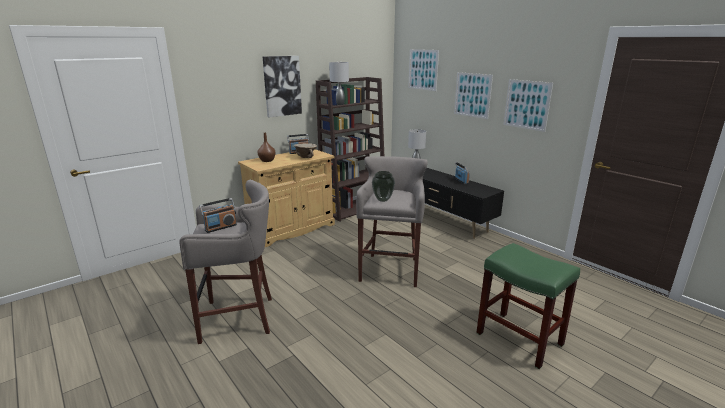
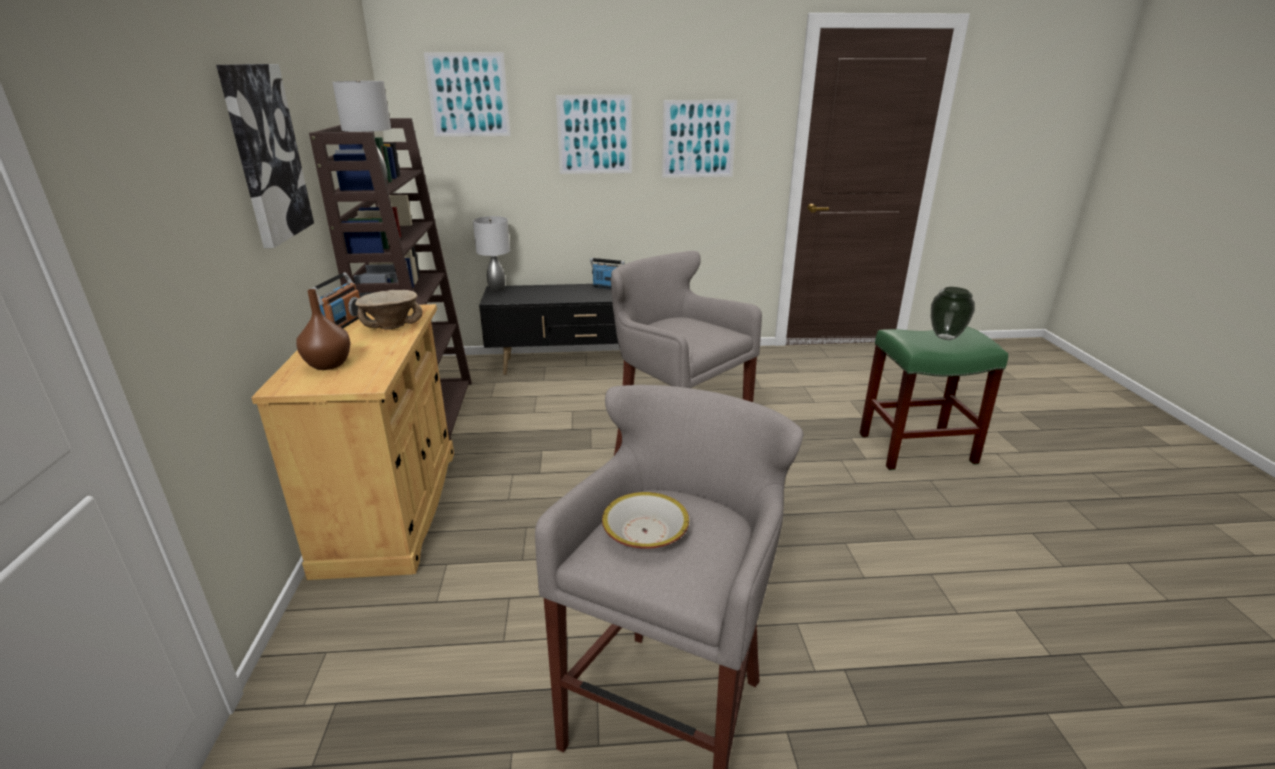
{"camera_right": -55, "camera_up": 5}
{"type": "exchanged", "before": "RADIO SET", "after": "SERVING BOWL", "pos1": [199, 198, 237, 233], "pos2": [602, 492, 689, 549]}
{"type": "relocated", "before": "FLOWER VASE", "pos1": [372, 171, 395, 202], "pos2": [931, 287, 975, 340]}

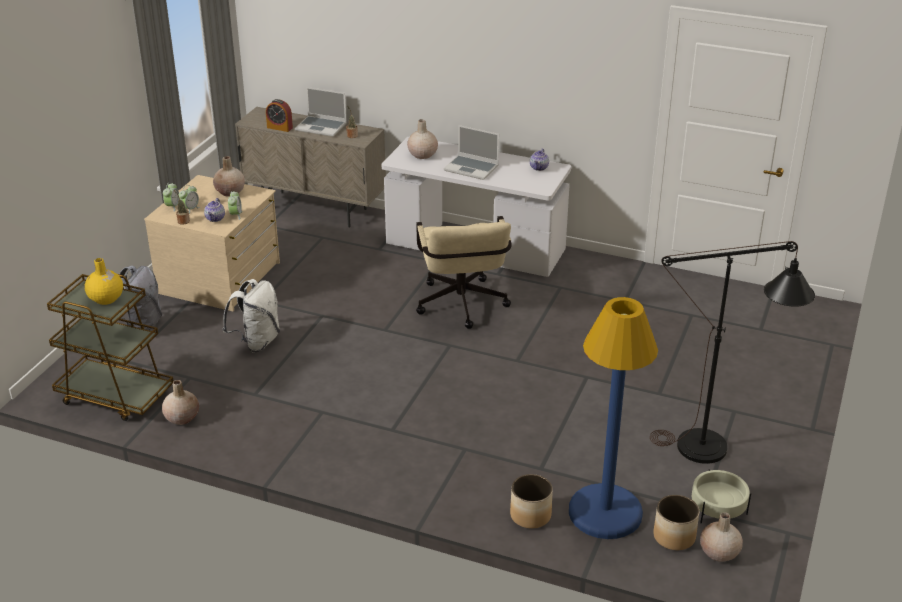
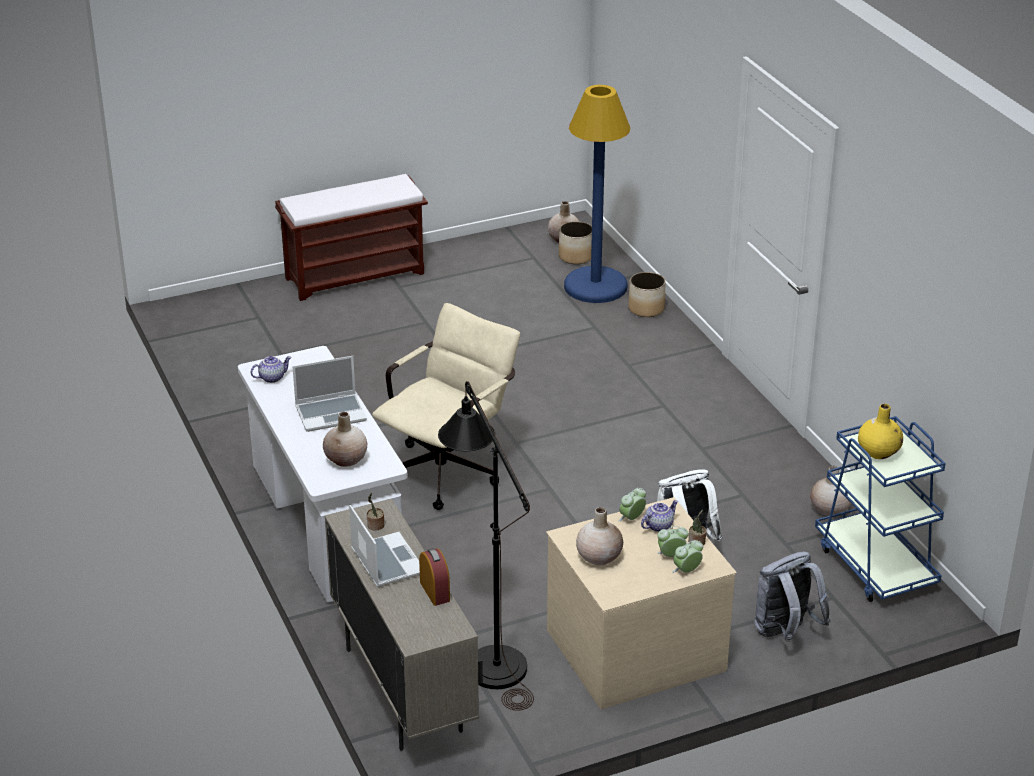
{"camera_right": -135, "camera_up": 0}
{"type": "colour", "before": "BROWN WHEELED CART", "after": "BLUISH WHEELED CART", "pos1": [47, 274, 174, 421], "pos2": [815, 416, 946, 602]}
{"type": "spun", "before": "LAPTOP", "pos1": [444, 125, 499, 180], "pos2": [292, 356, 367, 432], "turn": 90}
{"type": "relocated", "before": "BLACK FLOOR LAMP", "pos1": [650, 241, 815, 464], "pos2": [438, 381, 534, 711]}
{"type": "missing", "before": "BEIGE-COLOURED FLOWER POT", "pos1": [692, 469, 751, 523]}
{"type": "appeared", "after": "BROWN LONG SEAT", "pos2": [275, 174, 428, 301]}

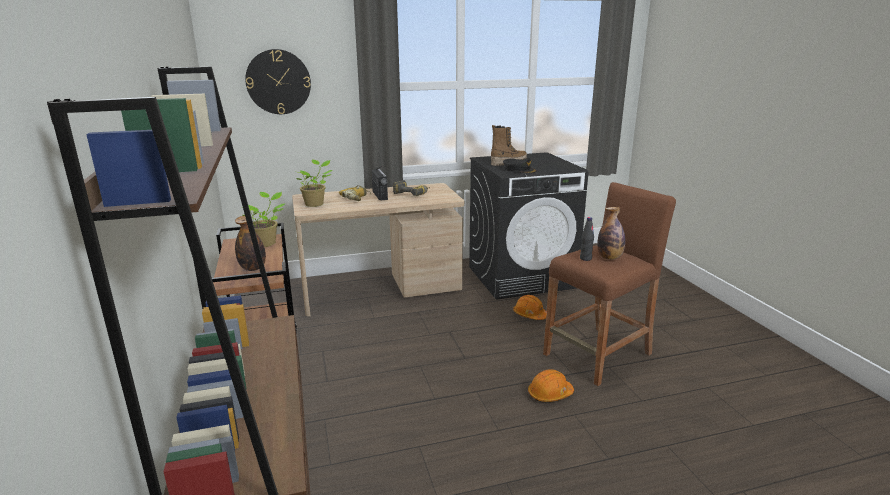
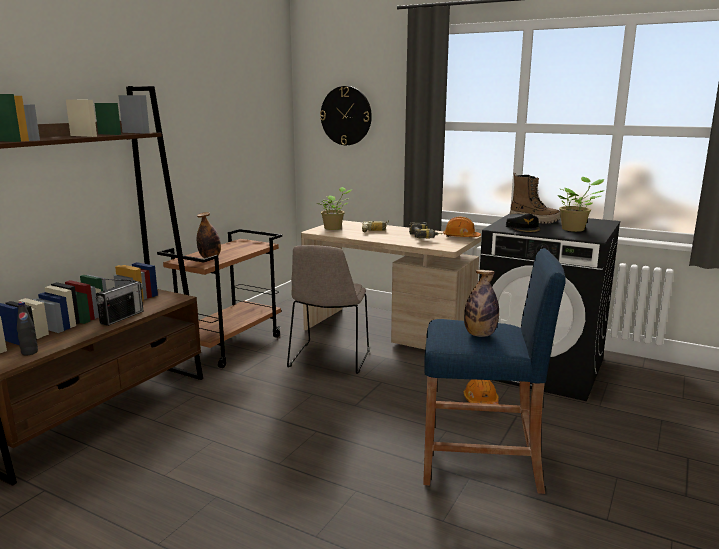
{"camera_right": 45, "camera_up": -5}
{"type": "relocated", "before": "HOUSEPLANT", "pos1": [243, 192, 286, 247], "pos2": [557, 177, 604, 232]}
{"type": "relocated", "before": "RADIO SET", "pos1": [372, 166, 388, 200], "pos2": [95, 279, 144, 326]}
{"type": "relocated", "before": "ORANGEY WORK HELMET", "pos1": [528, 369, 574, 402], "pos2": [443, 217, 481, 237]}
{"type": "colour", "before": "BROWN STOOL", "after": "BLUISH STOOL", "pos1": [543, 182, 676, 386], "pos2": [423, 248, 566, 494]}
{"type": "relocated", "before": "BLACK DRINK BOTTLE", "pos1": [580, 217, 594, 261], "pos2": [17, 302, 38, 355]}
{"type": "appeared", "after": "BEIGE-COLOURED CHAIR", "pos2": [287, 245, 369, 374]}

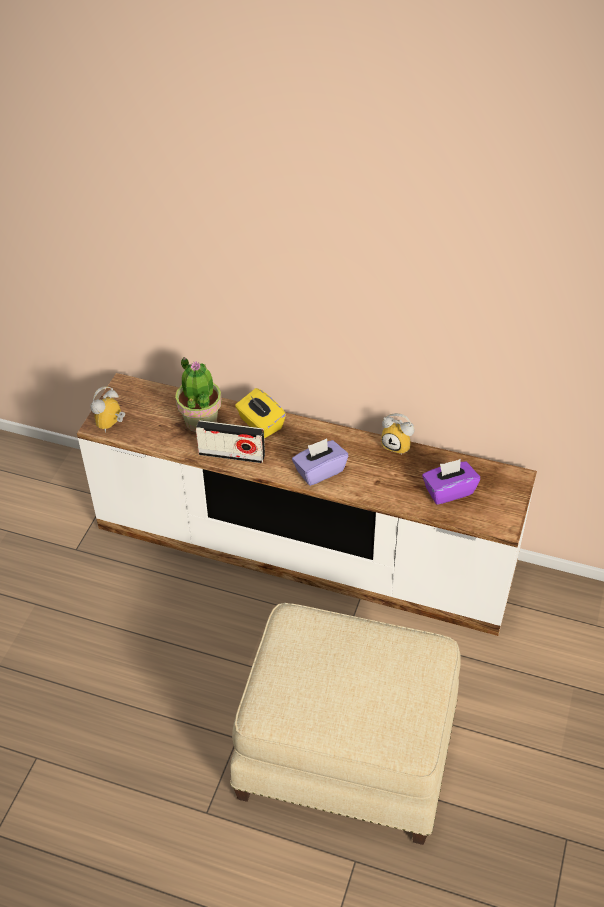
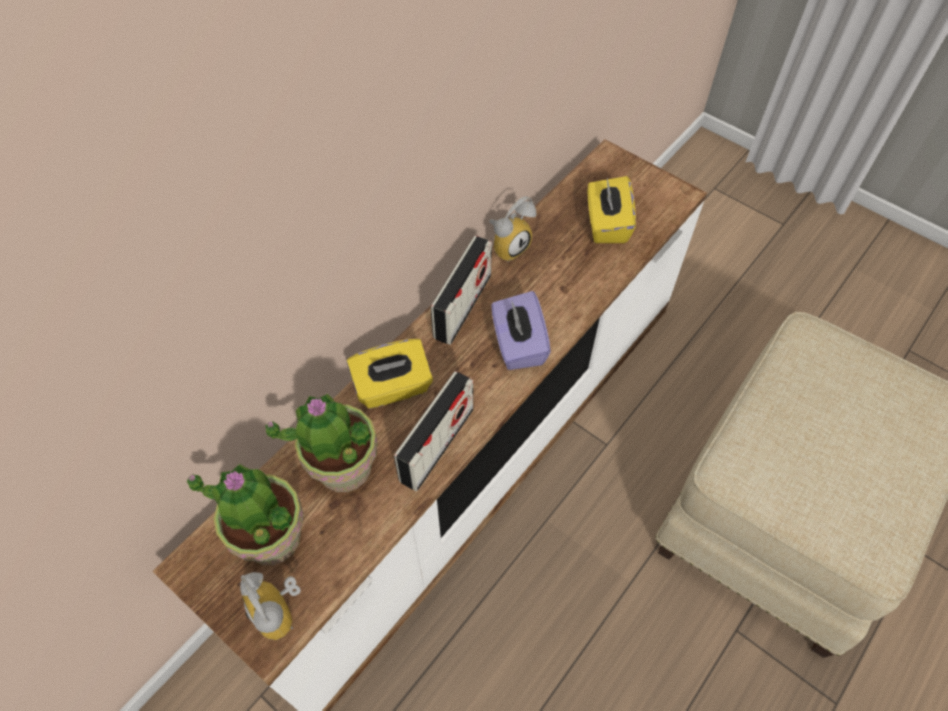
{"camera_right": -70, "camera_up": 10}
{"type": "colour", "before": "PURPLE-COLOURED BOX OF TISSUES", "after": "YELLOWISH BOX OF TISSUES", "pos1": [422, 459, 480, 505], "pos2": [587, 176, 636, 243]}
{"type": "appeared", "after": "HOUSEPLANT", "pos2": [187, 463, 304, 565]}
{"type": "appeared", "after": "RADIO SET", "pos2": [431, 236, 492, 345]}

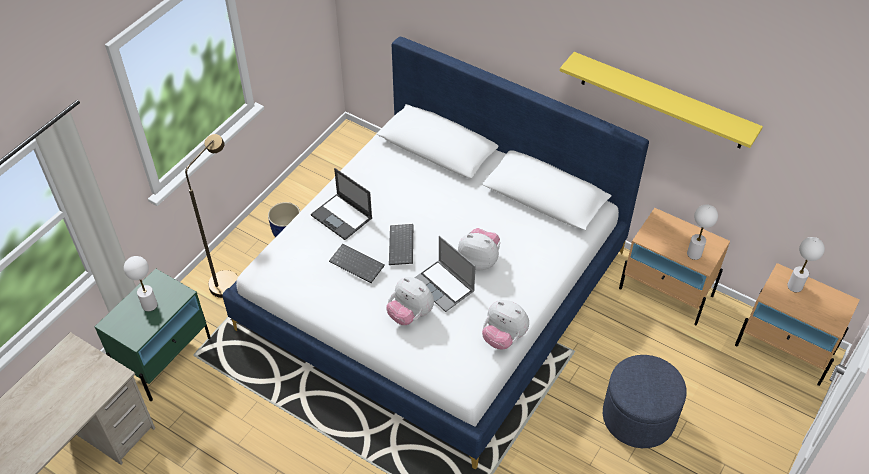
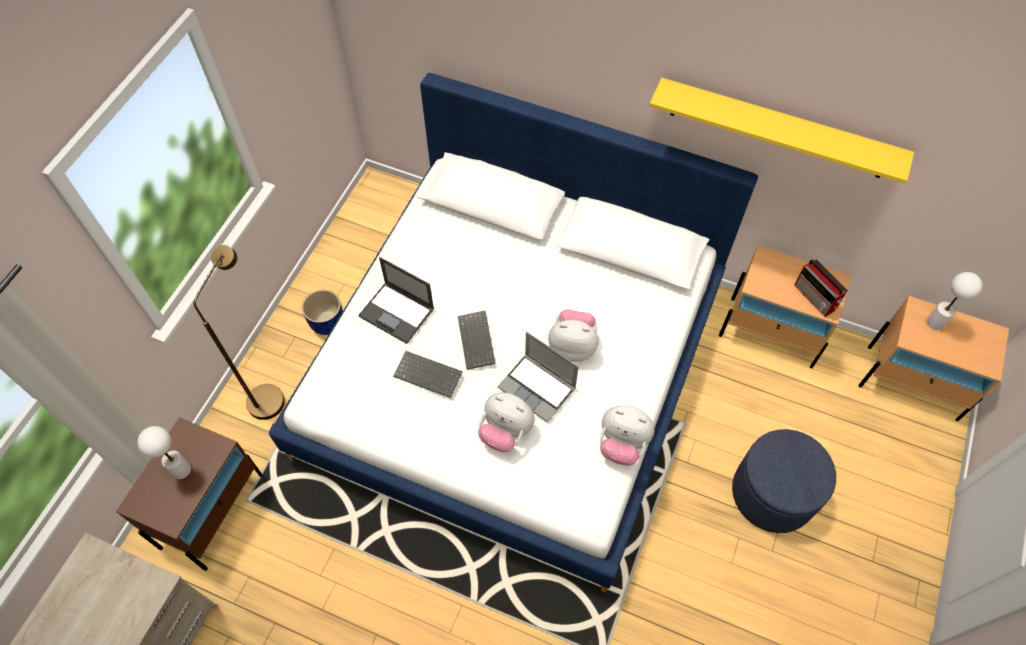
{"camera_right": -10, "camera_up": 10}
{"type": "colour", "before": "GREENISH BEDSIDE TABLE", "after": "BROWN BEDSIDE TABLE", "pos1": [95, 268, 211, 401], "pos2": [116, 417, 262, 571]}
{"type": "exchanged", "before": "WHITE-COLOURED LAMP FOR A TABLE", "after": "RADIO SET", "pos1": [687, 204, 718, 260], "pos2": [794, 259, 848, 317]}

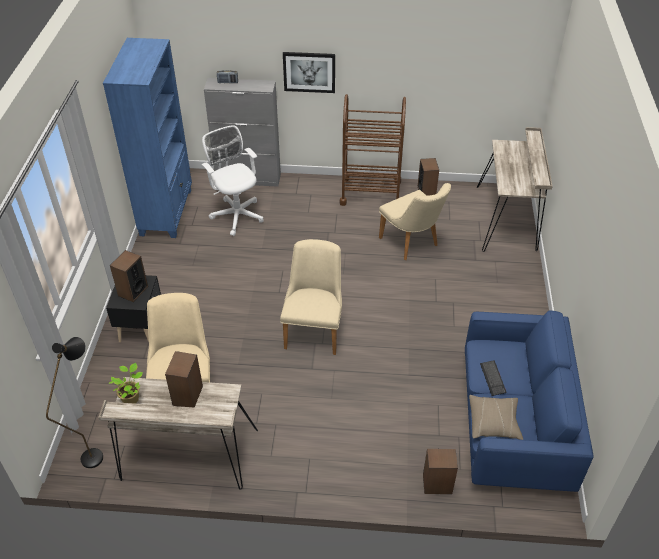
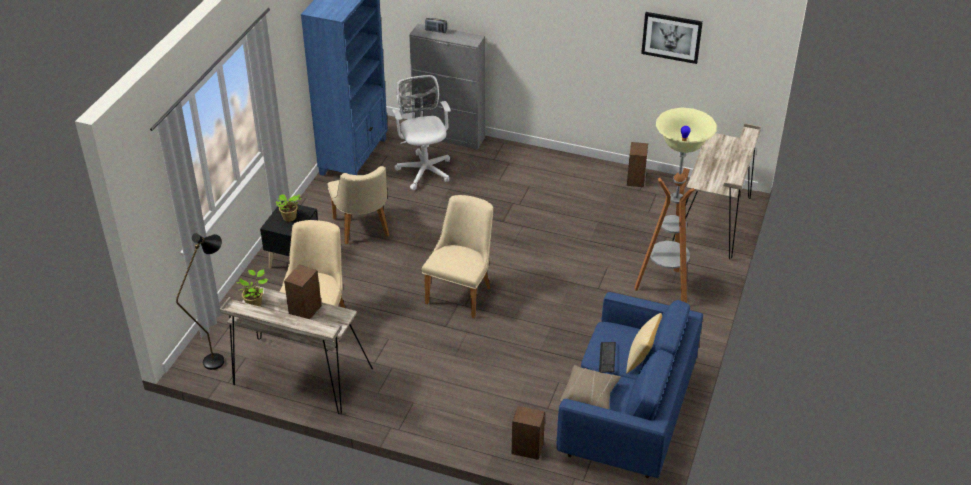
{"camera_right": 15, "camera_up": -5}
{"type": "exchanged", "before": "LOUDSPEAKER", "after": "HOUSEPLANT", "pos1": [110, 250, 148, 302], "pos2": [276, 194, 301, 222]}
{"type": "relocated", "before": "WALL PICTURE", "pos1": [283, 52, 335, 93], "pos2": [641, 12, 703, 64]}
{"type": "missing", "before": "BROWN WHEELED CART", "pos1": [340, 94, 406, 206]}
{"type": "relocated", "before": "BEIGE-COLOURED CHAIR", "pos1": [379, 183, 451, 260], "pos2": [328, 166, 389, 245]}
{"type": "appeared", "after": "THROW PILLOW", "pos2": [626, 313, 662, 373]}
{"type": "appeared", "after": "FLOOR LAMP", "pos2": [634, 108, 717, 303]}

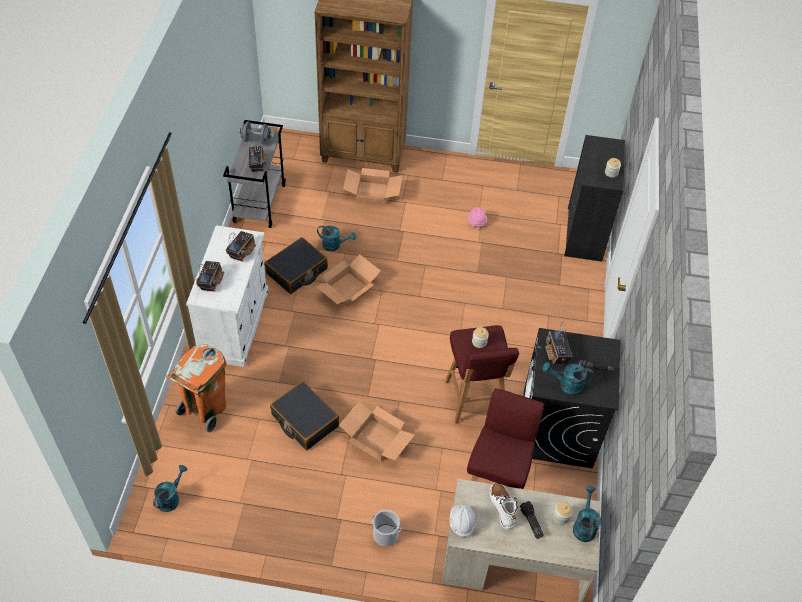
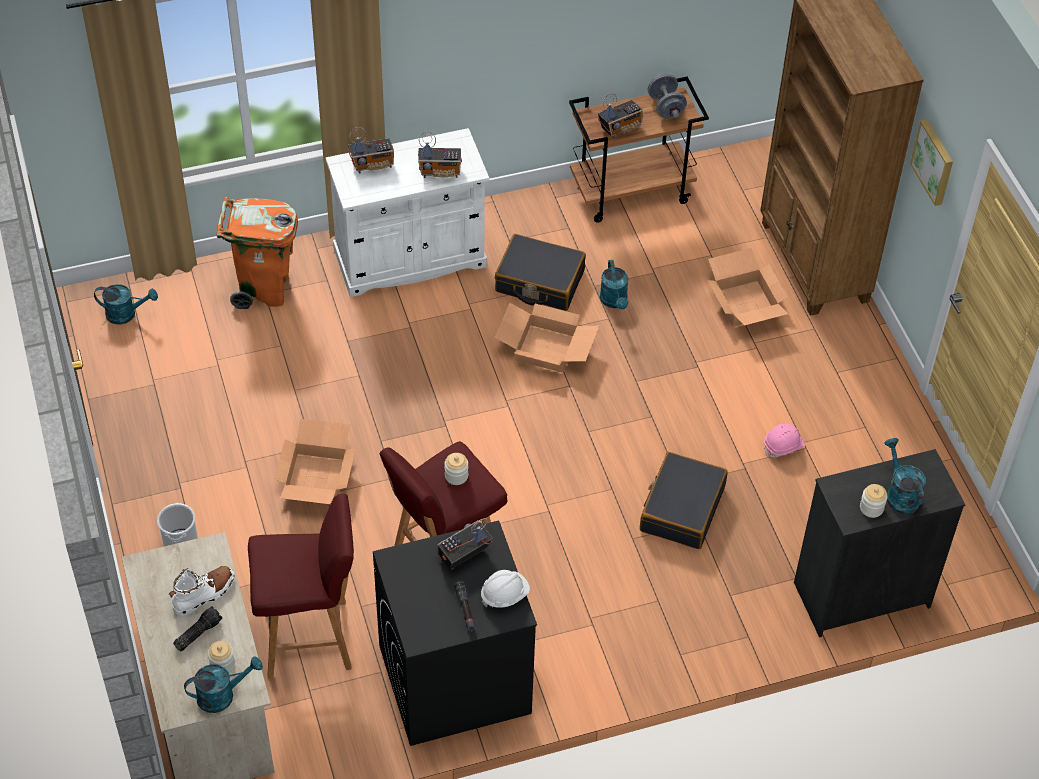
{"camera_right": 65, "camera_up": 0}
{"type": "colour", "before": "GREY WHEELED CART", "after": "BROWN WHEELED CART", "pos1": [223, 120, 286, 228], "pos2": [569, 77, 709, 223]}
{"type": "relocated", "before": "BLACK SUITCASE", "pos1": [270, 381, 339, 450], "pos2": [640, 452, 728, 549]}
{"type": "relocated", "before": "WHITE-COLOURED WORK HELMET", "pos1": [449, 505, 476, 538], "pos2": [481, 570, 530, 608]}
{"type": "relocated", "before": "TURQUOISE SPRINKLING CAN", "pos1": [542, 362, 594, 396], "pos2": [885, 438, 926, 514]}
{"type": "appeared", "after": "WALL PICTURE", "pos2": [910, 119, 953, 206]}

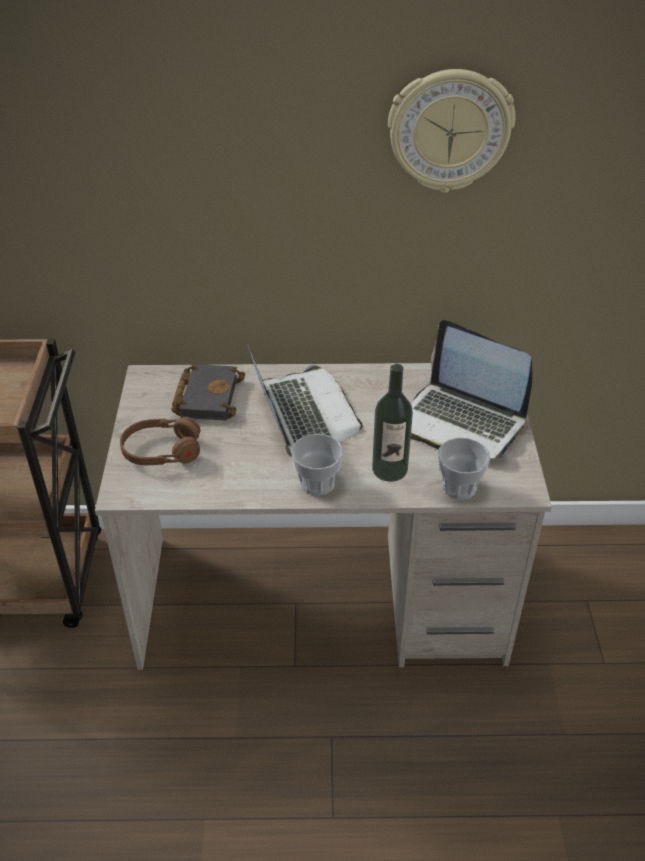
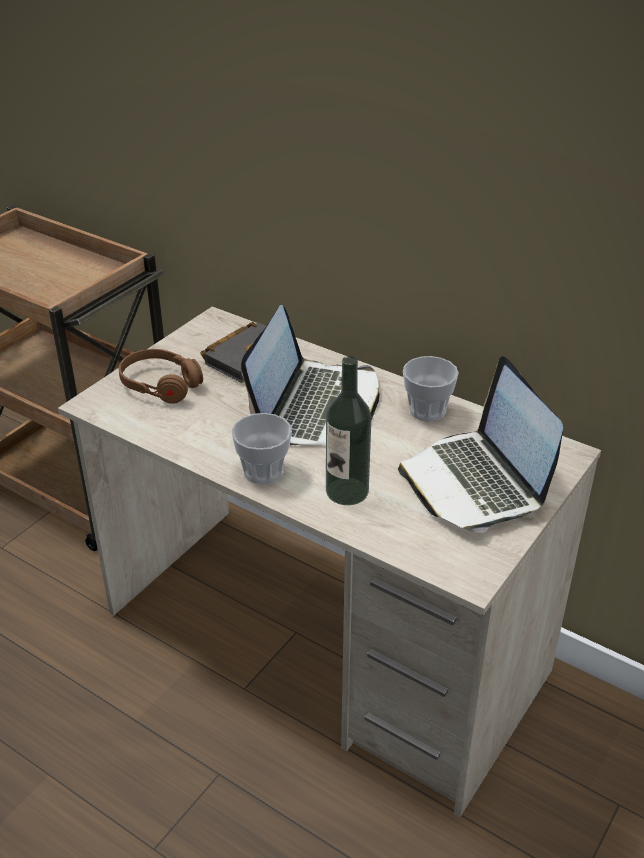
{"camera_right": 35, "camera_up": -5}
{"type": "missing", "before": "CLOCK ON THE WALL", "pos1": [388, 69, 515, 193]}
{"type": "relocated", "before": "SMALL CUP", "pos1": [438, 438, 490, 500], "pos2": [403, 356, 459, 422]}

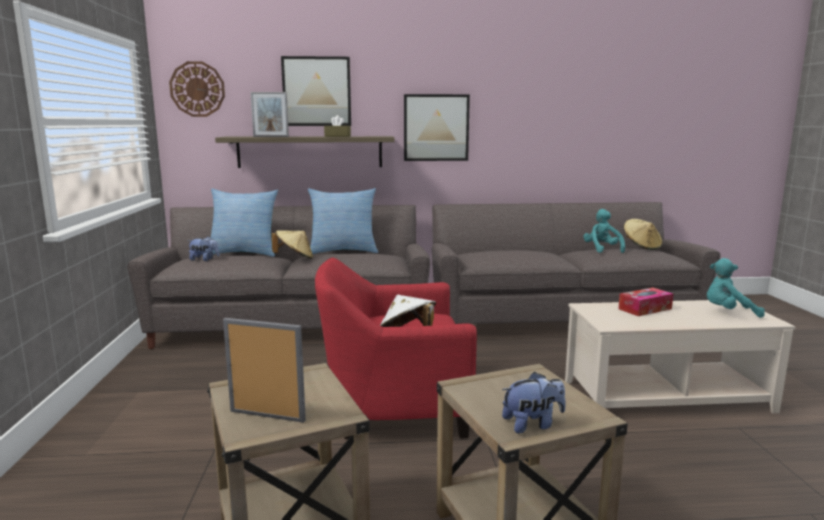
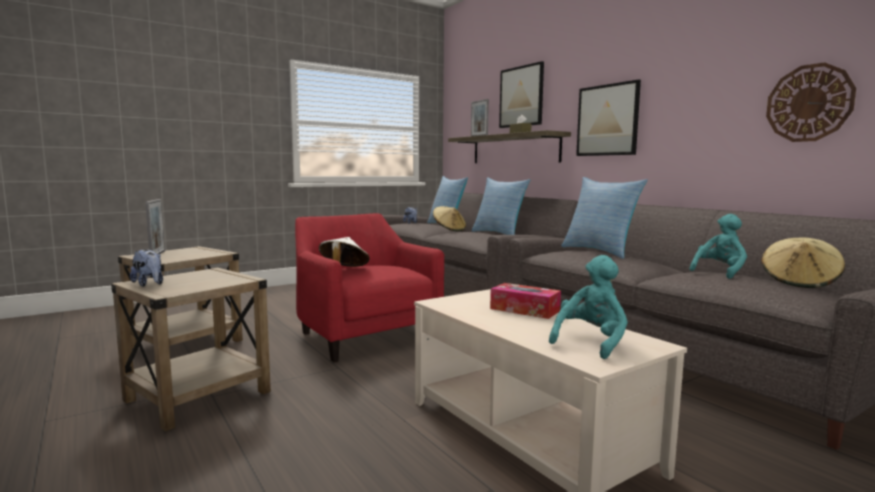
{"camera_right": 60, "camera_up": -5}
{"type": "relocated", "before": "CLOCK ON THE WALL", "pos1": [169, 61, 225, 117], "pos2": [766, 62, 856, 142]}
{"type": "spun", "before": "TURQUOISE SOFT TOY", "pos1": [707, 258, 765, 318], "pos2": [549, 255, 628, 359], "turn": 60}
{"type": "appeared", "after": "THROW PILLOW", "pos2": [561, 177, 648, 259]}

